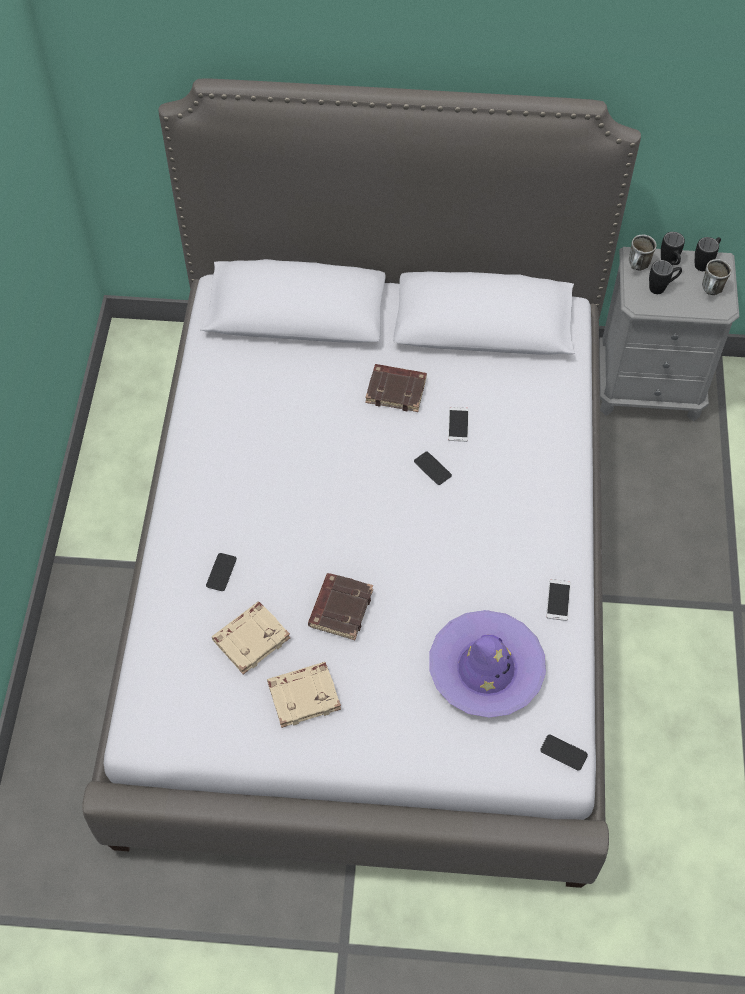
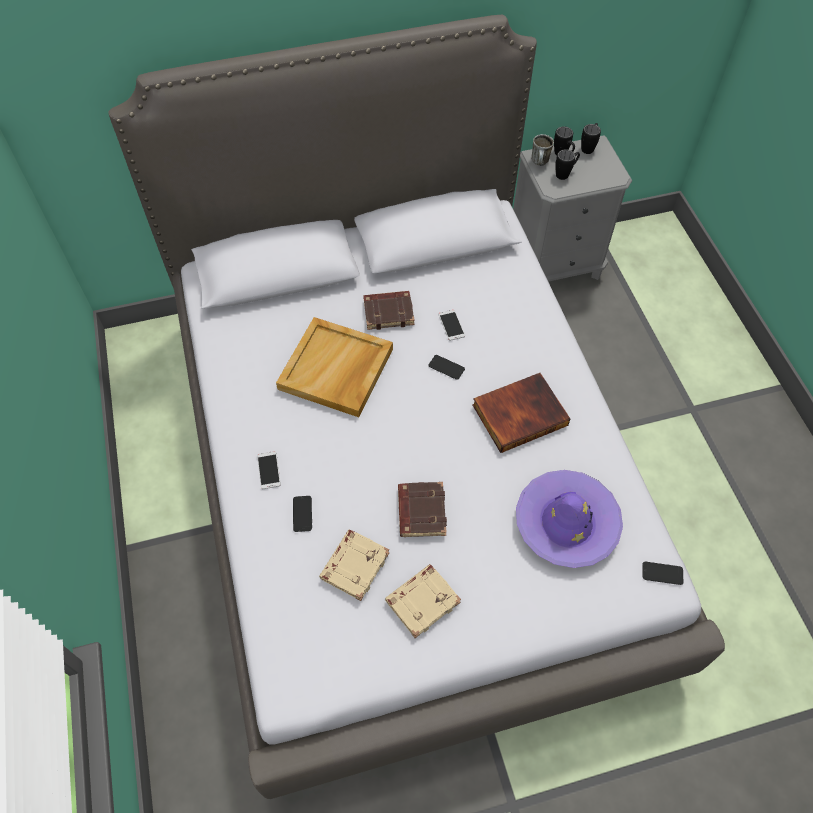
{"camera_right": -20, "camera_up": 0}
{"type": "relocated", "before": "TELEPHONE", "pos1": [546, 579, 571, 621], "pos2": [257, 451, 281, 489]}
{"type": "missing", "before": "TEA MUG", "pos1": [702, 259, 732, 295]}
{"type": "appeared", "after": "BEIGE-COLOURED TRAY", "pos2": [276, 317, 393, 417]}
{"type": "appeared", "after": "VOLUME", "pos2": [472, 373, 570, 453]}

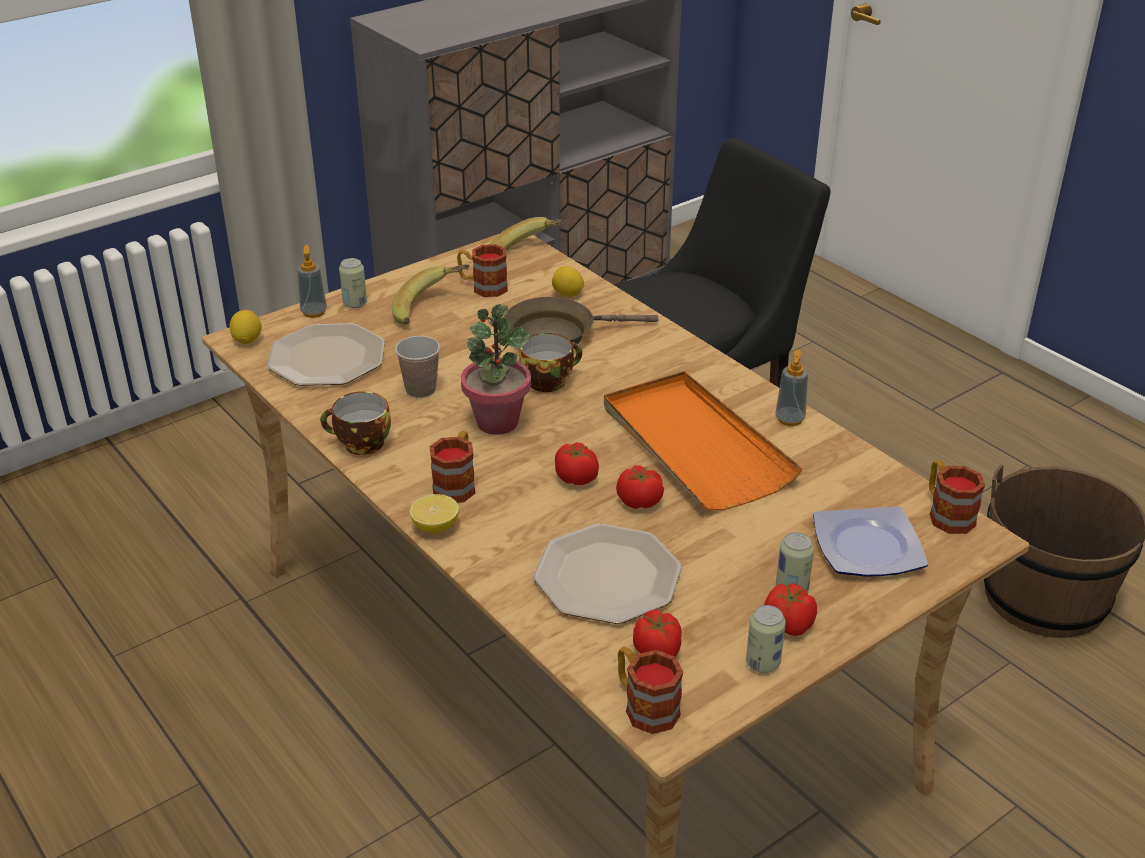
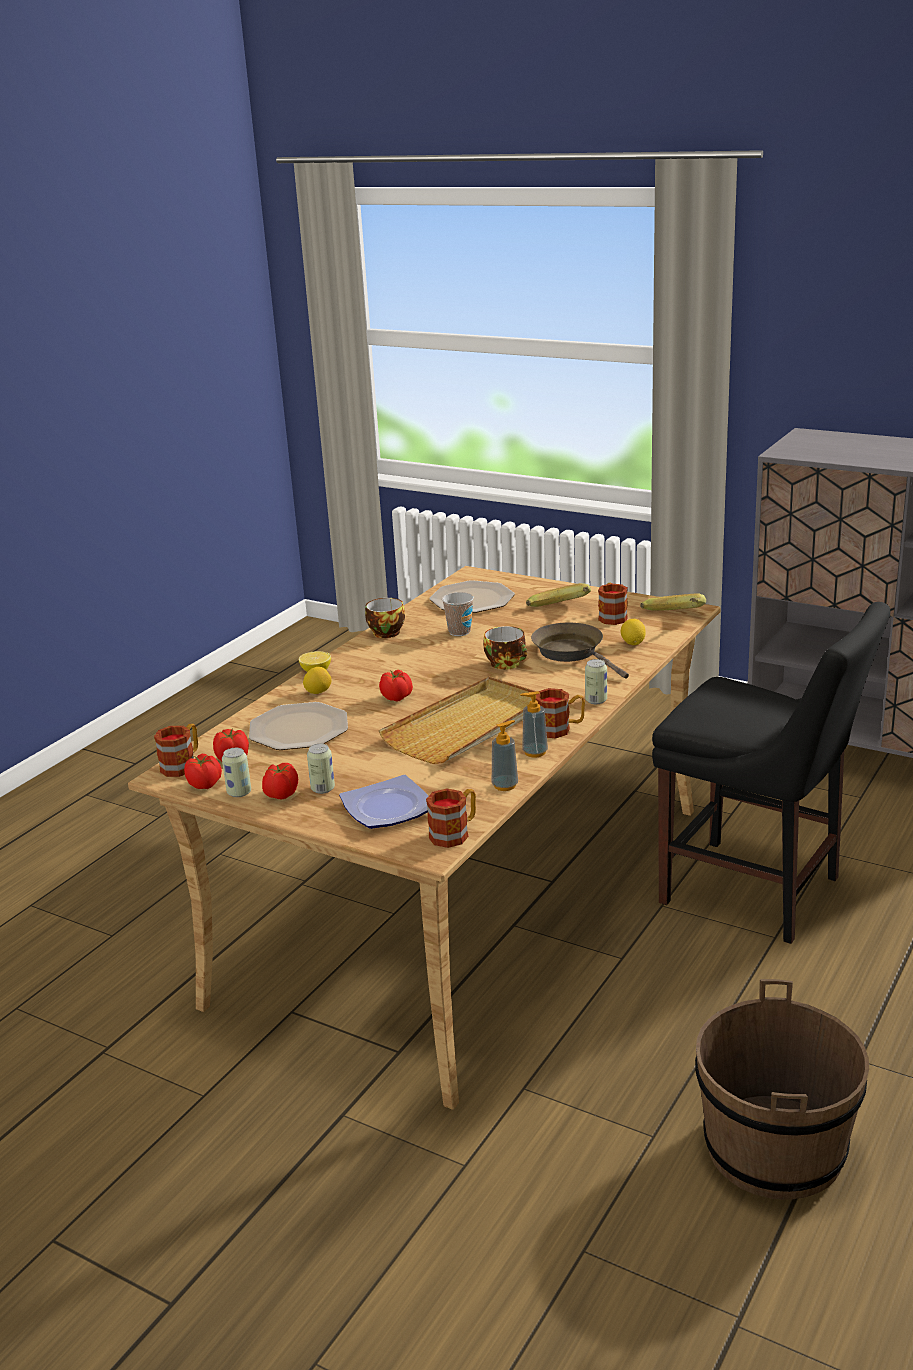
{"camera_right": 70, "camera_up": -10}
{"type": "relocated", "before": "LEMON", "pos1": [230, 310, 262, 344], "pos2": [303, 667, 331, 694]}
{"type": "relocated", "before": "LIQUID SOAP BOTTLE", "pos1": [297, 245, 327, 318], "pos2": [492, 720, 518, 791]}
{"type": "relocated", "before": "SEALED CAN", "pos1": [339, 258, 367, 308], "pos2": [585, 659, 607, 704]}
{"type": "relocated", "before": "TEA MUG", "pos1": [430, 431, 476, 503], "pos2": [535, 688, 585, 738]}
{"type": "missing", "before": "HOUSEPLANT", "pos1": [461, 304, 531, 435]}
{"type": "colour", "before": "ORANGEY TRAY", "after": "BEIGE-COLOURED TRAY", "pos1": [604, 371, 803, 510], "pos2": [378, 676, 536, 764]}
{"type": "relocated", "before": "WHOLE TOMATO", "pos1": [616, 465, 664, 509], "pos2": [184, 754, 222, 789]}

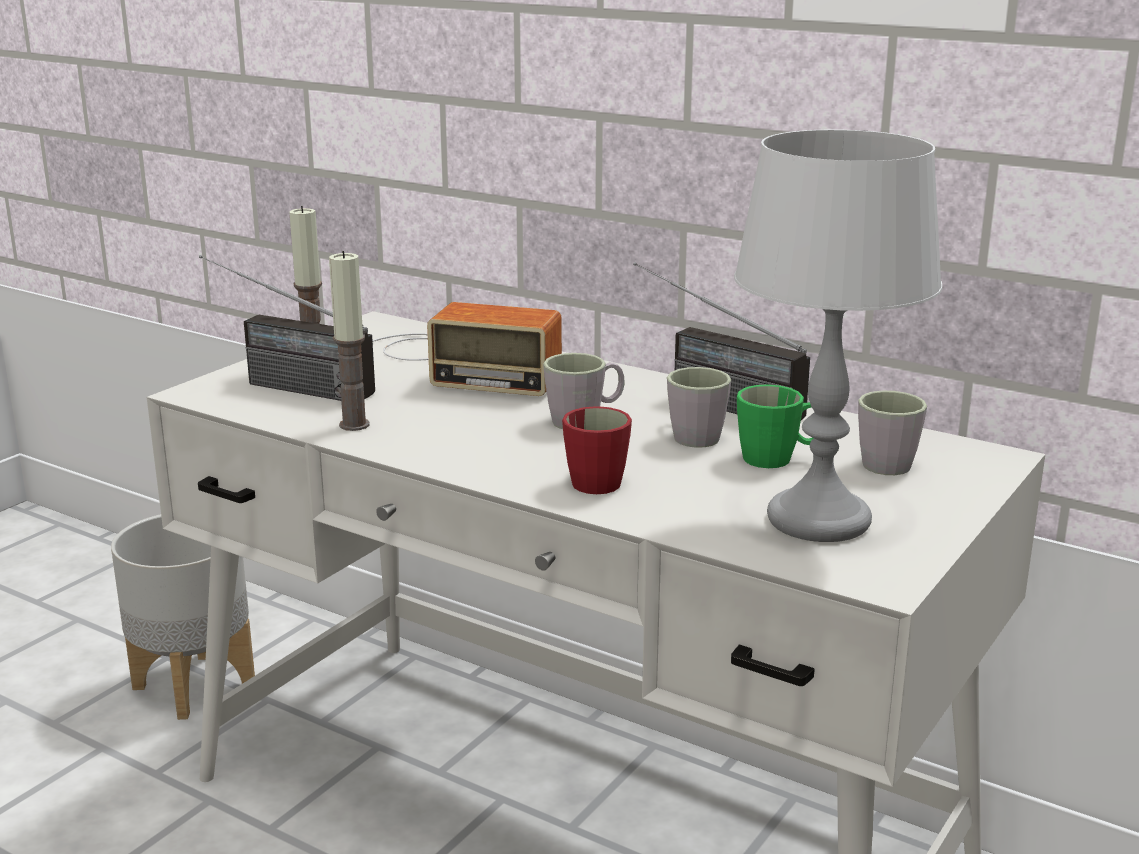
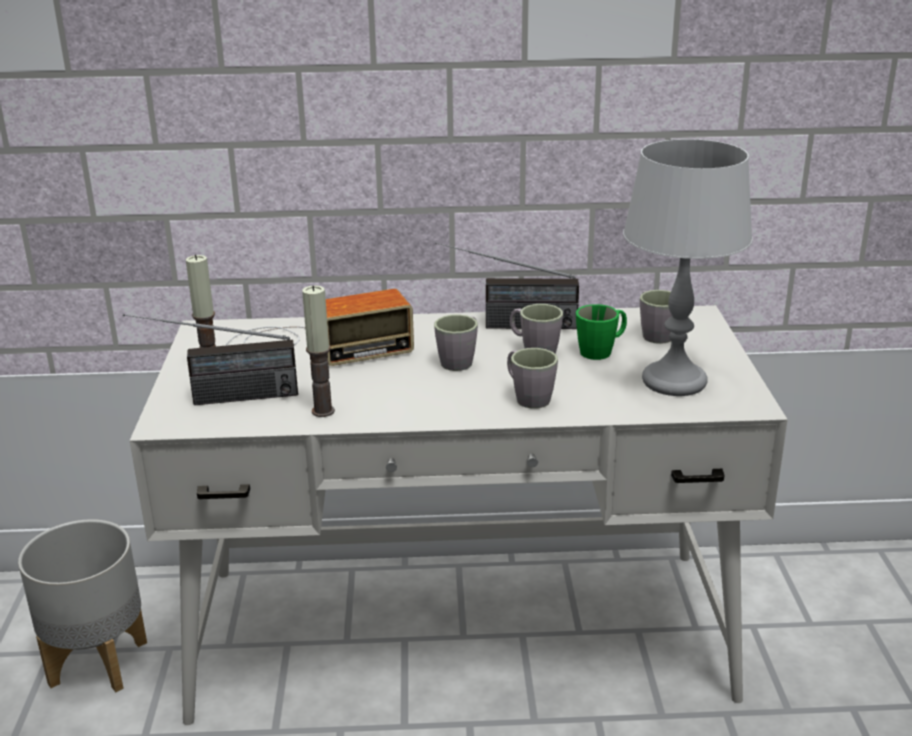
{"camera_right": -35, "camera_up": 5}
{"type": "colour", "before": "REDDISH TEA MUG", "after": "GREY TEA MUG", "pos1": [562, 406, 632, 494], "pos2": [507, 348, 558, 409]}

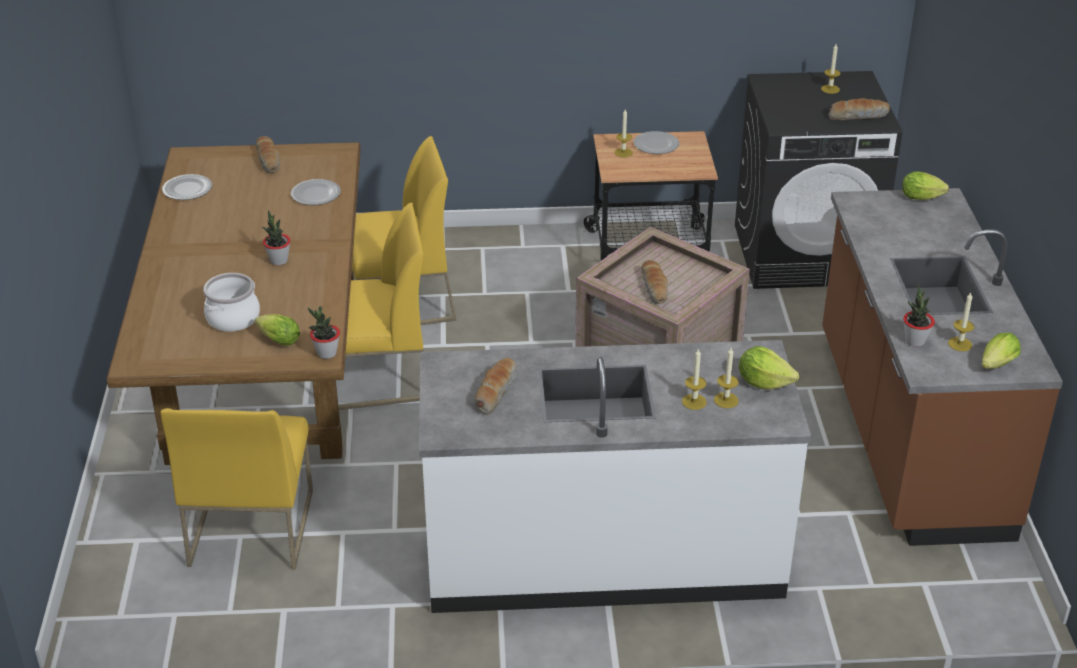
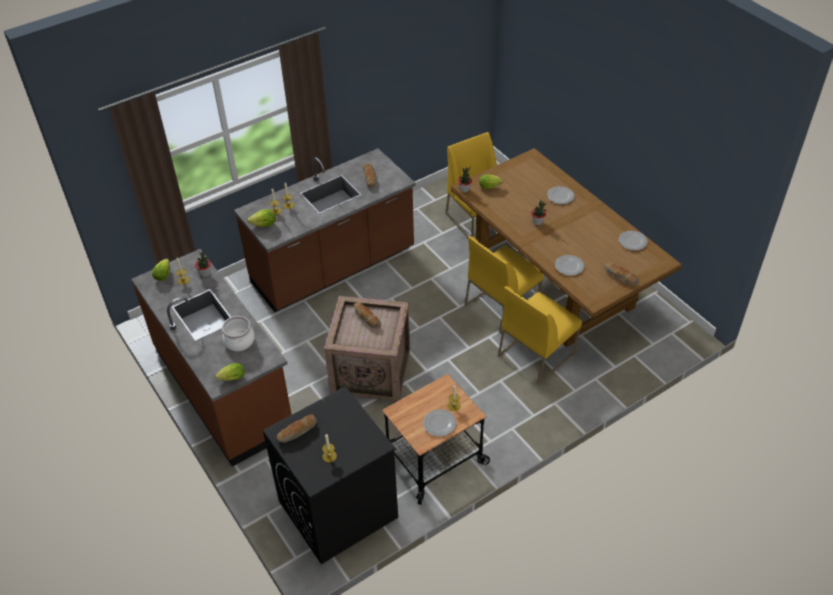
{"camera_right": 150, "camera_up": 10}
{"type": "relocated", "before": "STOCKPOT", "pos1": [203, 273, 260, 332], "pos2": [222, 316, 255, 351]}
{"type": "colour", "before": "WHITE-COLOURED COUNTER", "after": "BROWN COUNTER", "pos1": [419, 340, 811, 613], "pos2": [234, 148, 416, 312]}
{"type": "appeared", "after": "FLAT DISH", "pos2": [547, 186, 575, 204]}

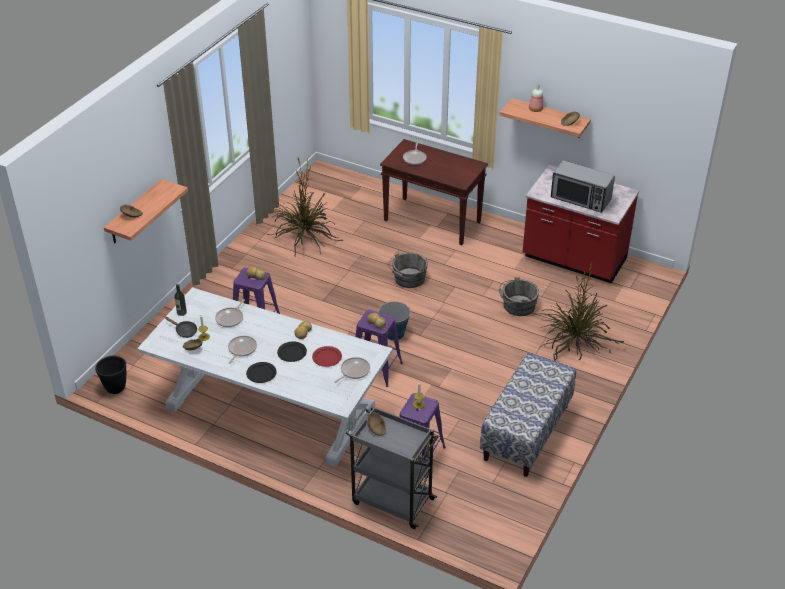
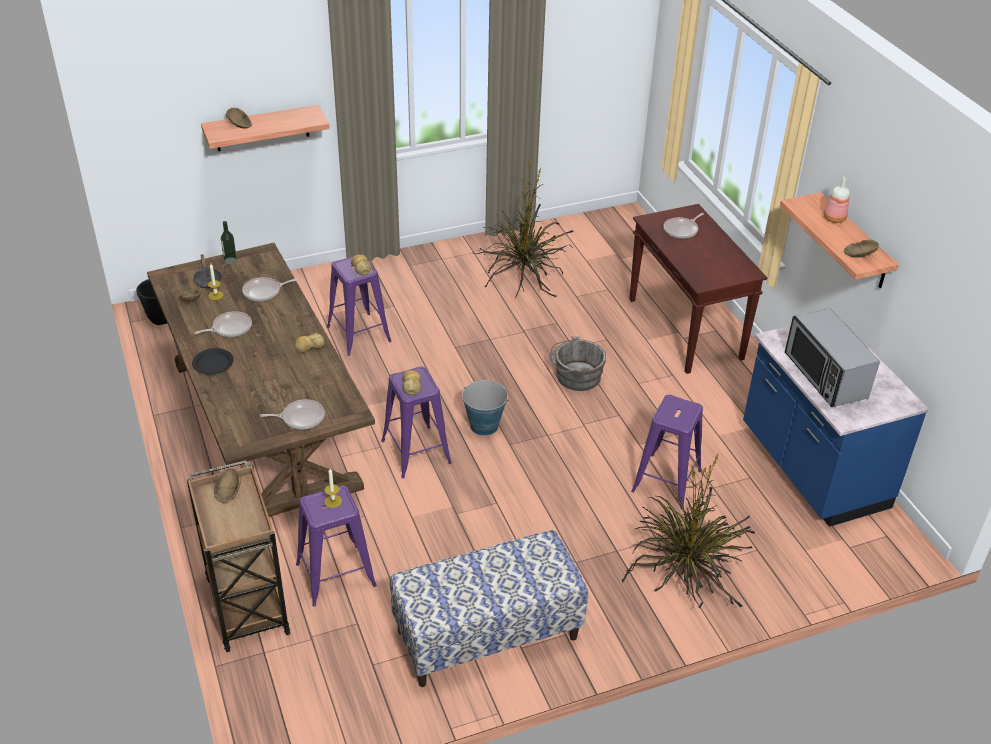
{"camera_right": 40, "camera_up": 0}
{"type": "colour", "before": "WHITE-COLOURED DINING TABLE", "after": "BROWN DINING TABLE", "pos1": [137, 287, 393, 467], "pos2": [147, 243, 375, 517]}
{"type": "missing", "before": "BLACK FLAT DISH", "pos1": [277, 342, 307, 362]}
{"type": "missing", "before": "REDDISH FLAT DISH", "pos1": [312, 346, 342, 367]}
{"type": "colour", "before": "GREY WHEELED CART", "after": "BROWN WHEELED CART", "pos1": [346, 406, 438, 529], "pos2": [187, 460, 290, 652]}
{"type": "exchanged", "before": "GREY PAIL", "after": "PURPLE-COLOURED STOOL", "pos1": [499, 277, 539, 316], "pos2": [631, 395, 703, 509]}
{"type": "colour", "before": "REDDISH COUNTER", "after": "BLUISH COUNTER", "pos1": [522, 165, 639, 284], "pos2": [743, 315, 929, 527]}

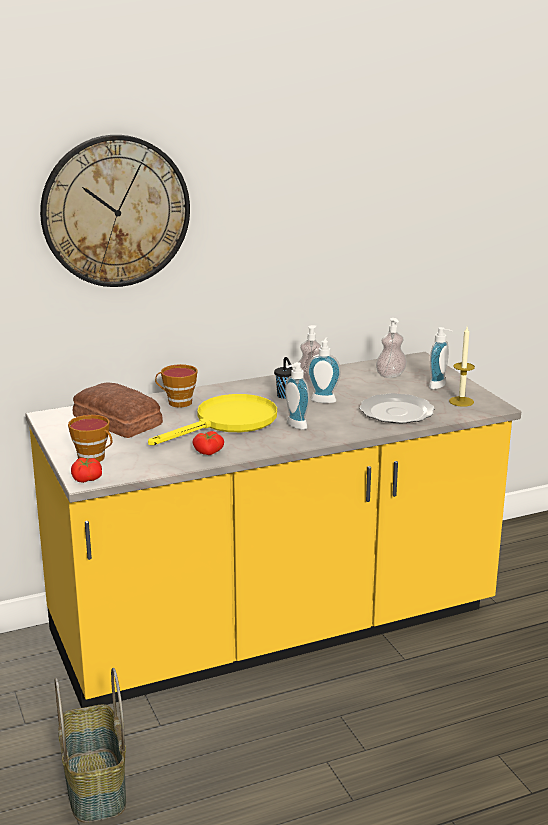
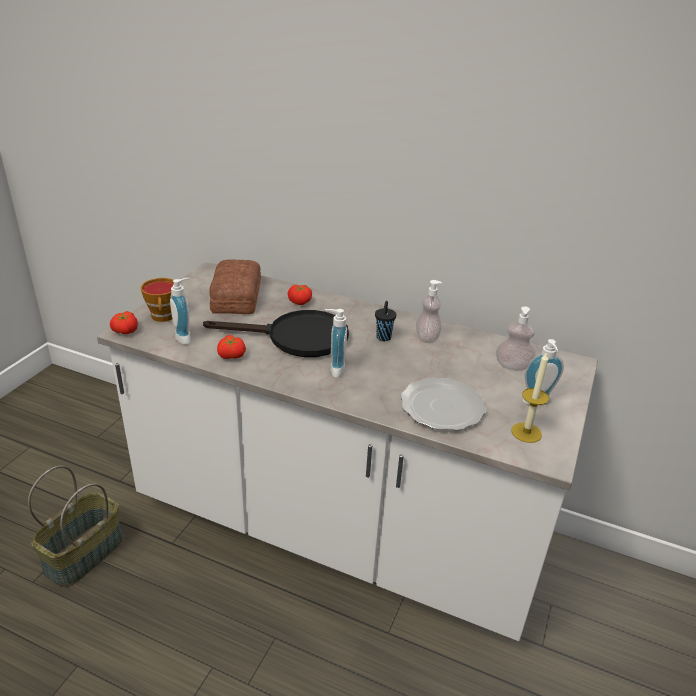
{"camera_right": 45, "camera_up": 10}
{"type": "colour", "before": "YELLOWISH COUNTER", "after": "WHITE-COLOURED COUNTER", "pos1": [25, 352, 521, 708], "pos2": [97, 262, 598, 641]}
{"type": "missing", "before": "CLOCK ON THE WALL", "pos1": [40, 135, 190, 287]}
{"type": "colour", "before": "YELLOWISH FRYING PAN", "after": "BLACK FRYING PAN", "pos1": [148, 394, 277, 445], "pos2": [203, 310, 349, 357]}
{"type": "exchanged", "before": "SMALL CUP", "after": "WHOLE TOMATO", "pos1": [155, 364, 198, 408], "pos2": [288, 285, 312, 305]}
{"type": "relocated", "before": "LIQUID SOAP BOTTLE", "pos1": [307, 338, 341, 403], "pos2": [170, 278, 191, 345]}

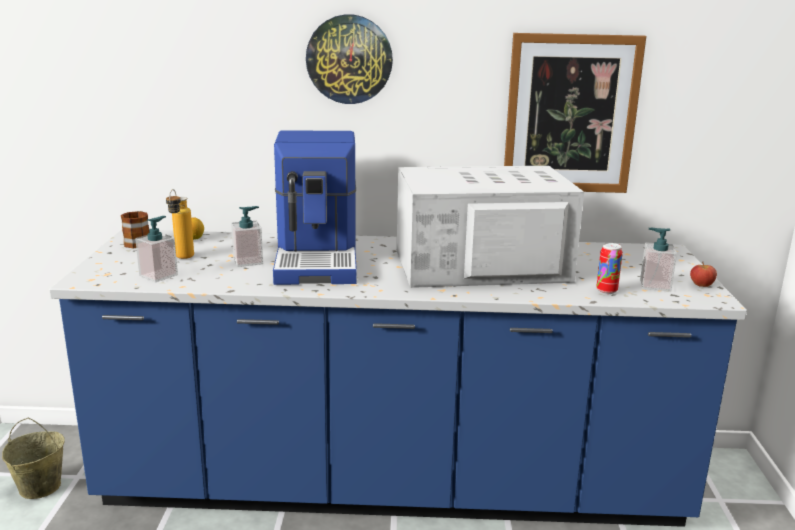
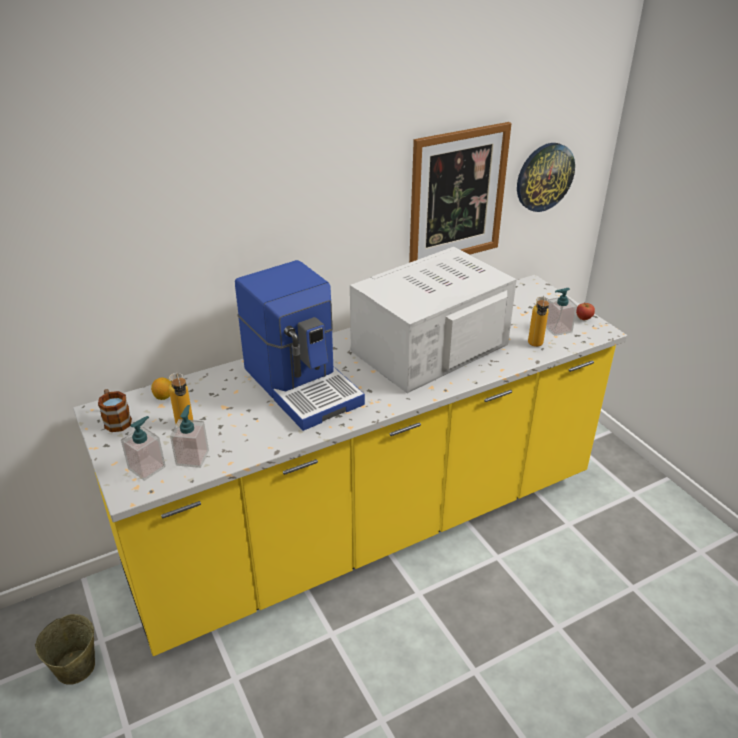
{"camera_right": -30, "camera_up": 15}
{"type": "colour", "before": "BLUISH COUNTER", "after": "YELLOWISH COUNTER", "pos1": [49, 229, 747, 527], "pos2": [73, 275, 627, 656]}
{"type": "relocated", "before": "LIQUID SOAP BOTTLE", "pos1": [231, 206, 263, 267], "pos2": [121, 416, 166, 481]}
{"type": "relocated", "before": "CLOCK ON THE WALL", "pos1": [306, 14, 393, 104], "pos2": [517, 143, 575, 212]}
{"type": "exchanged", "before": "SEALED CAN", "after": "DRINK BOTTLE", "pos1": [596, 243, 623, 294], "pos2": [528, 296, 549, 347]}

